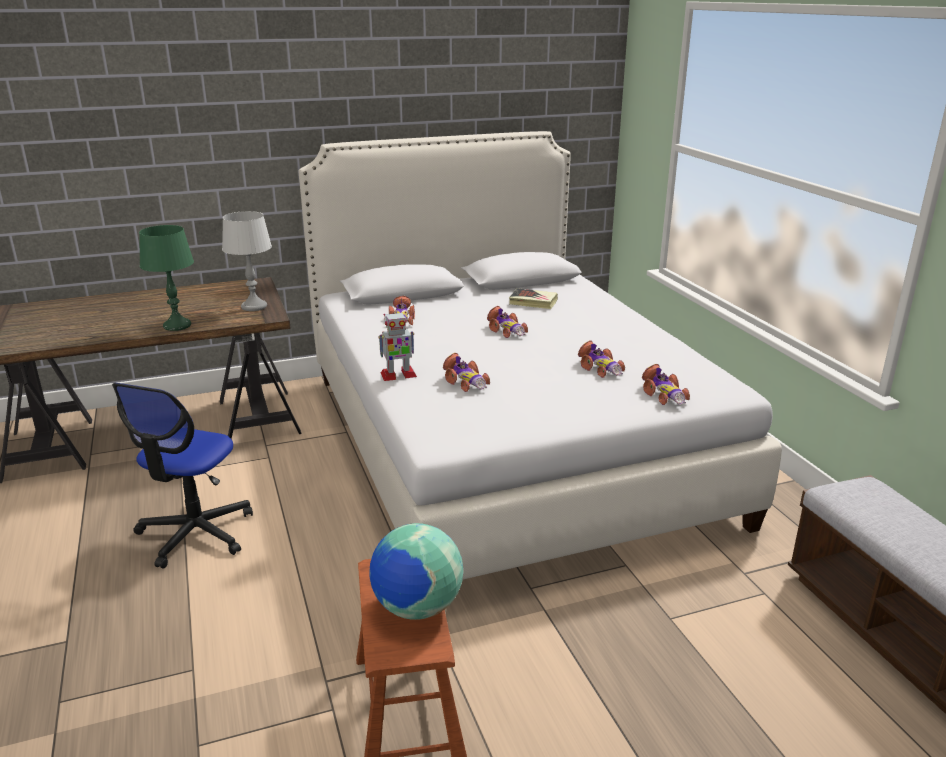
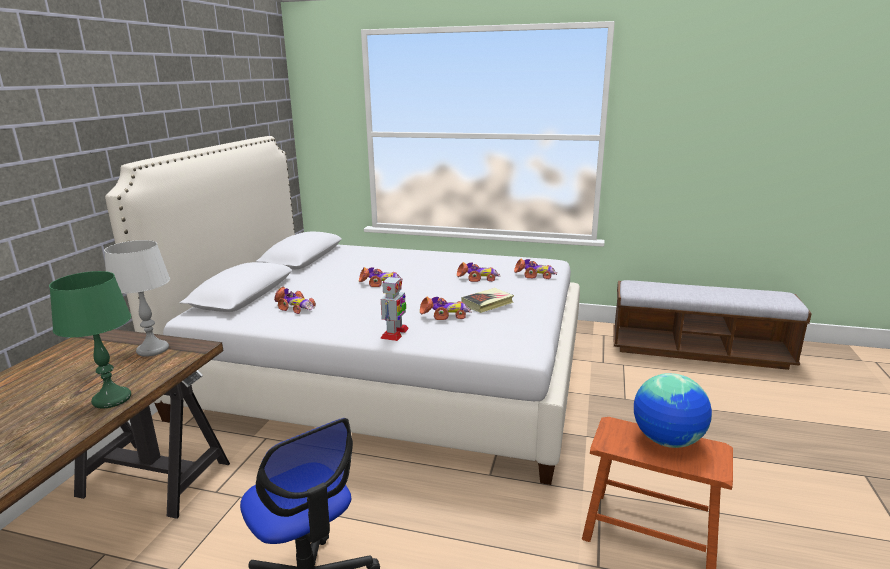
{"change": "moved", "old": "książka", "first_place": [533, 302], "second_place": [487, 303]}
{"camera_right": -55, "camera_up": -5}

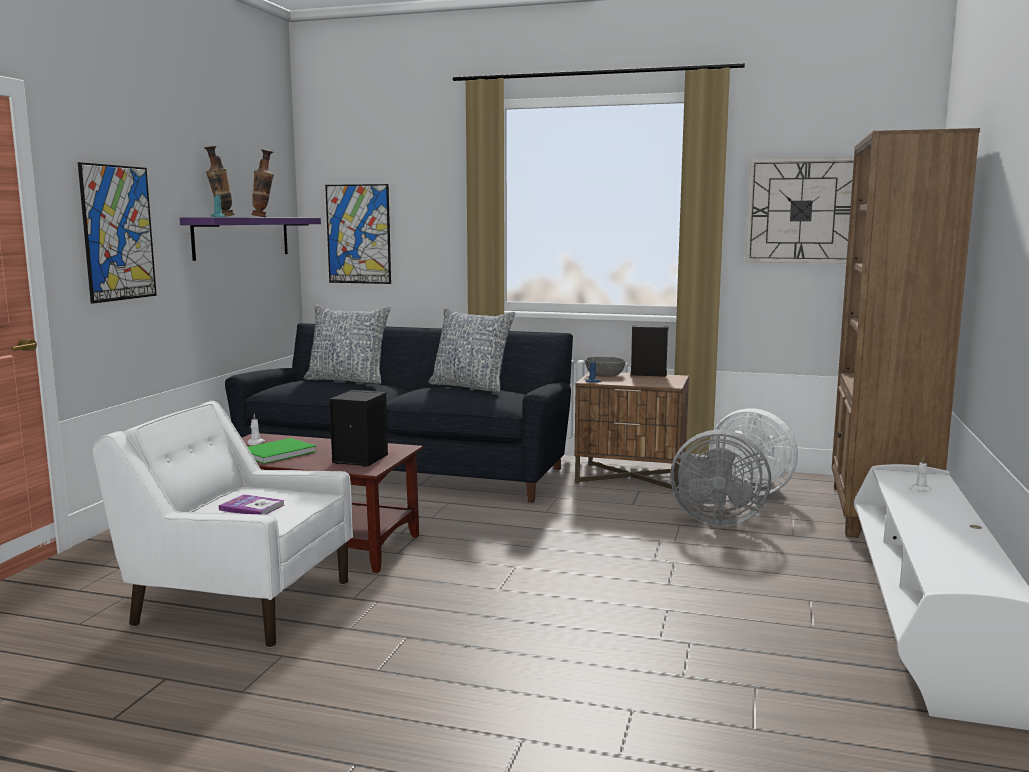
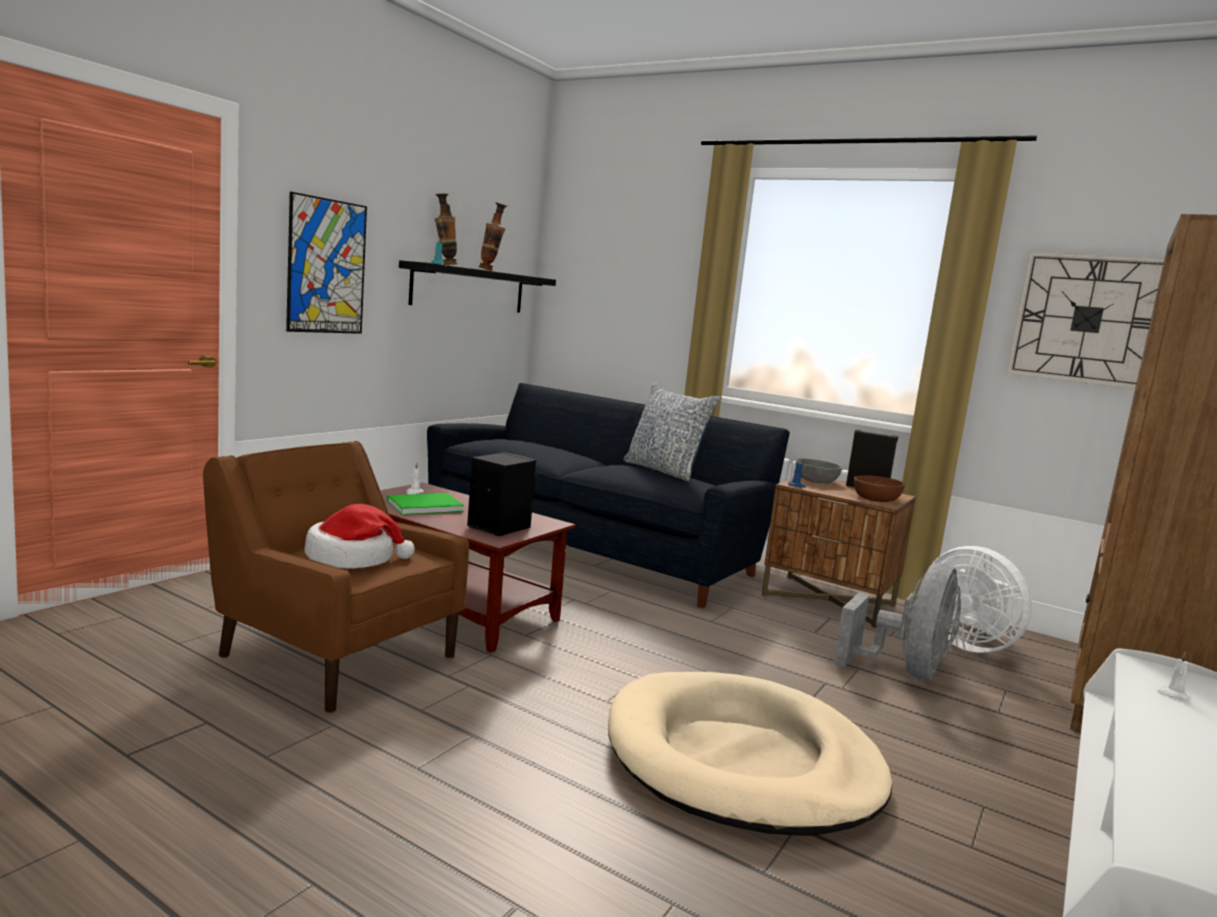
{"change": "recoloured", "old": "fotel/biały", "new": "fotel/brązowy", "first_place": [239, 602], "second_place": [336, 654]}
{"change": "replaced", "old": "książka", "new": "kapelusz", "first_place": [252, 507], "second_place": [353, 558]}
{"change": "recoloured", "old": "półka/fioletowy", "new": "półka/czarny", "first_place": [242, 237], "second_place": [469, 289]}
{"change": "added", "new": "legowisko/beżowy", "second_place": [742, 760]}
{"change": "turned", "old": "wentylator/szary", "first_place": [714, 520], "second_place": [905, 671], "degrees": -90}
{"change": "added", "new": "miska/brązowy", "second_place": [875, 499]}
{"change": "removed", "old": "poduszka", "first_place": [348, 380]}
{"change": "removed", "old": "obraz", "first_place": [358, 234]}
{"camera_right": 15, "camera_up": 0}

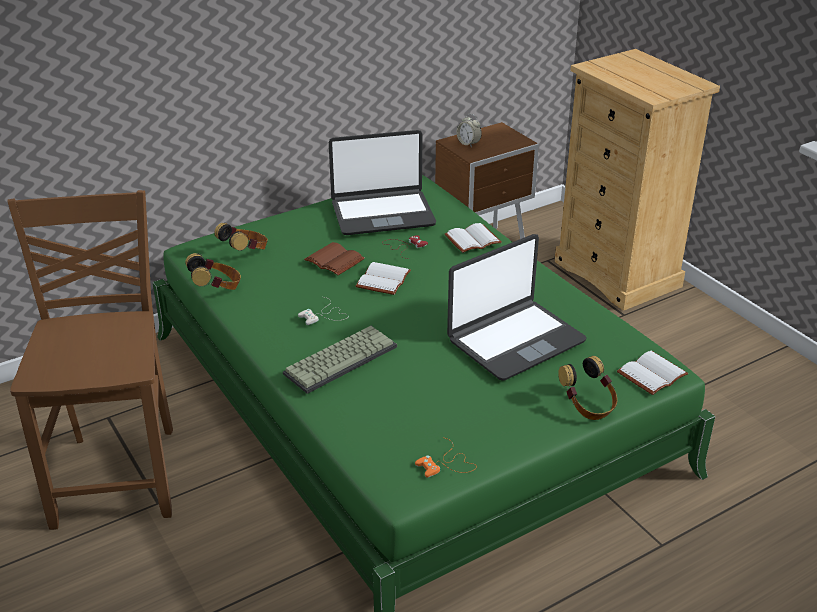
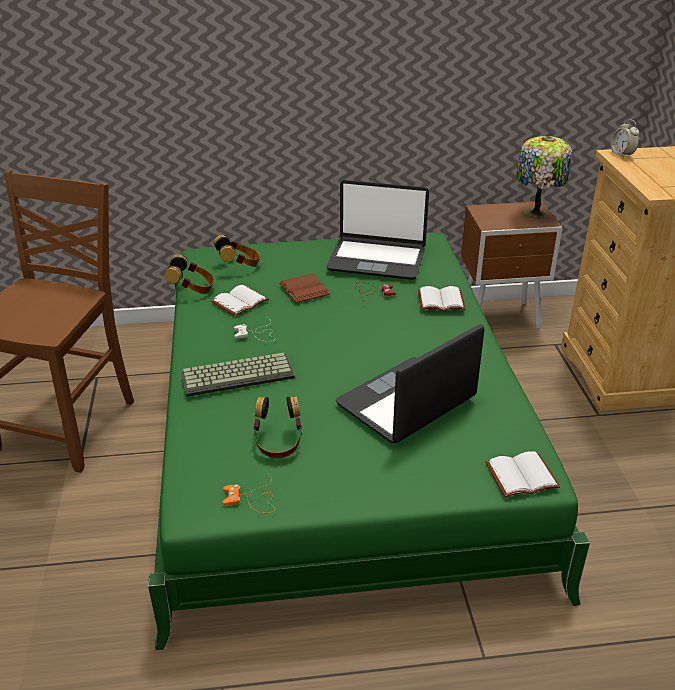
{"change": "moved", "old": "książka/biały", "first_place": [382, 279], "second_place": [240, 301]}
{"change": "moved", "old": "słuchawki", "first_place": [588, 406], "second_place": [278, 443]}
{"change": "turned", "old": "laptop", "first_place": [515, 340], "second_place": [407, 402], "degrees": 150}
{"change": "added", "new": "lampa stołowa", "second_place": [535, 215]}
{"change": "moved", "old": "budzik", "first_place": [468, 143], "second_place": [622, 154]}
{"camera_right": 25, "camera_up": 0}

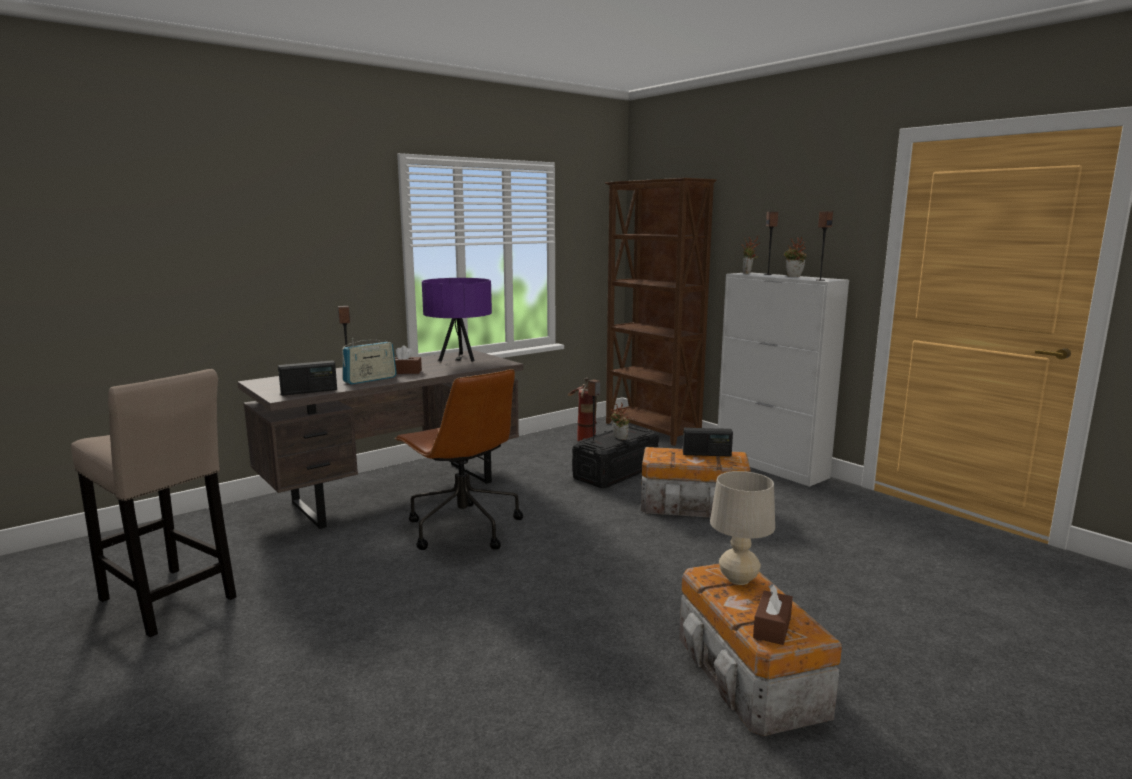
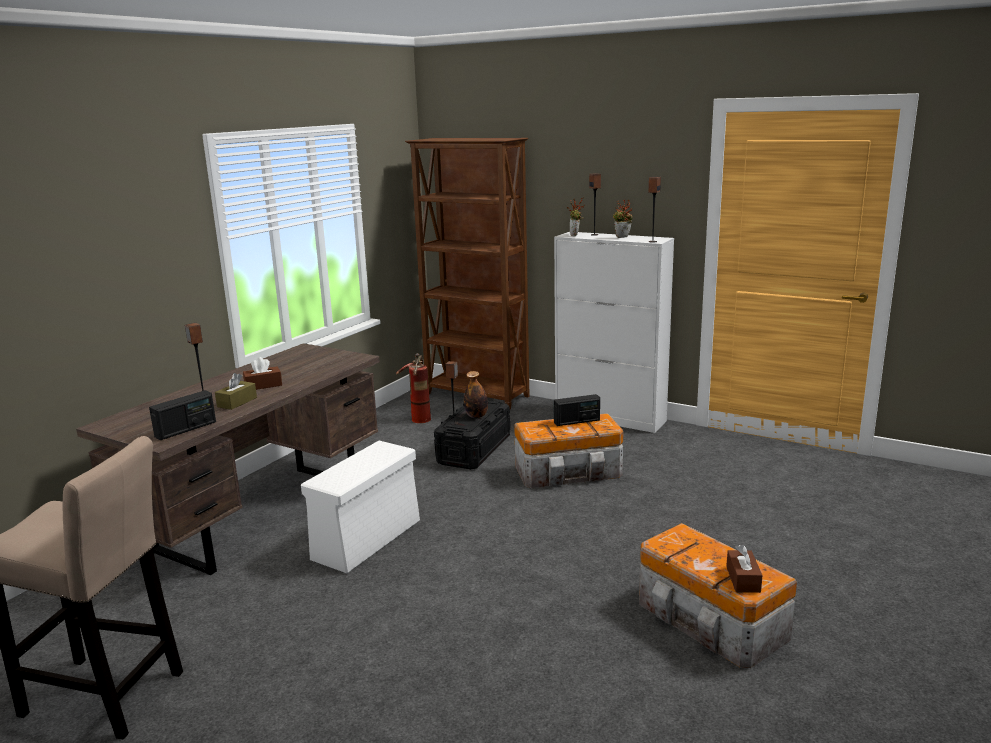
{"change": "replaced", "old": "radio", "new": "pudełko chusteczek/brązowy", "first_place": [370, 380], "second_place": [237, 402]}
{"change": "replaced", "old": "krzesło biurowe/brązowy", "new": "pojemnik do przechowywania/biały", "first_place": [462, 528], "second_place": [366, 541]}
{"change": "replaced", "old": "roślina doniczkowa", "new": "butelka", "first_place": [618, 438], "second_place": [476, 416]}
{"change": "removed", "old": "lampa stołowa/fioletowy", "first_place": [459, 358]}
{"change": "removed", "old": "lampa stołowa/beżowy", "first_place": [738, 579]}
{"camera_right": -20, "camera_up": 5}

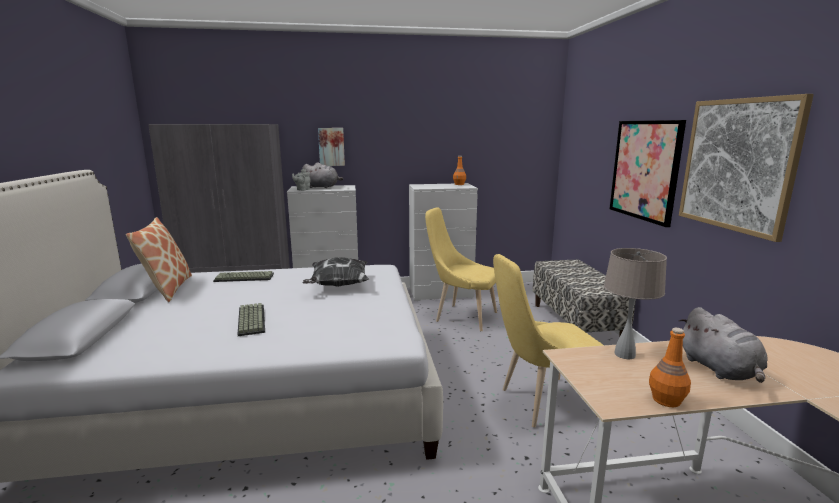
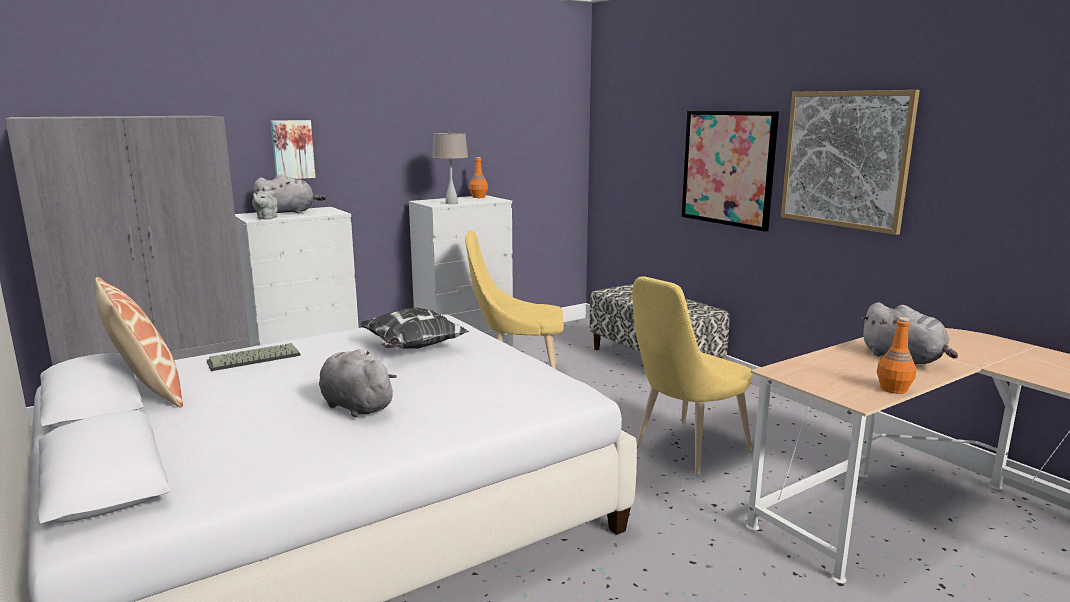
{"change": "replaced", "old": "klawiatura", "new": "pluszak/szary", "first_place": [250, 320], "second_place": [355, 406]}
{"change": "moved", "old": "lampa stołowa/beżowy", "first_place": [624, 354], "second_place": [451, 203]}
{"camera_right": -25, "camera_up": 0}

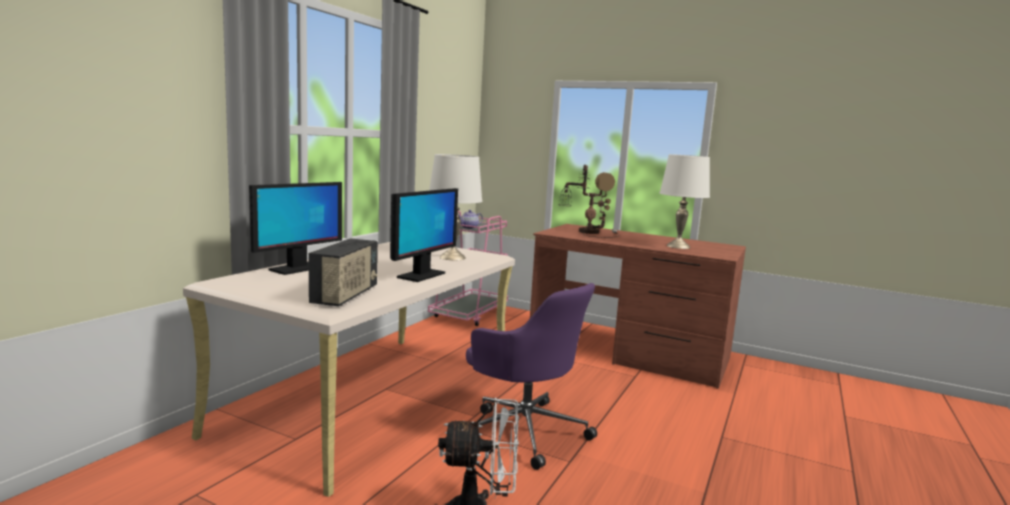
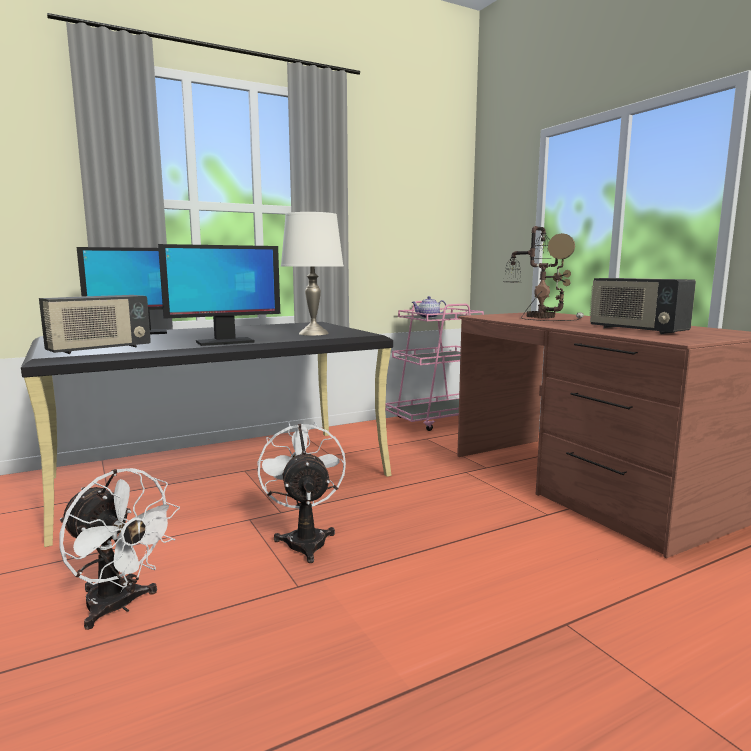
{"change": "recoloured", "old": "biurko/beżowy", "new": "biurko/czarny", "first_place": [375, 398], "second_place": [222, 476]}
{"change": "replaced", "old": "krzesło biurowe/fioletowy", "new": "wentylator/biały", "first_place": [524, 430], "second_place": [305, 539]}
{"change": "replaced", "old": "lampa stołowa/biały", "new": "radio", "first_place": [678, 246], "second_place": [636, 330]}
{"camera_right": 35, "camera_up": 0}

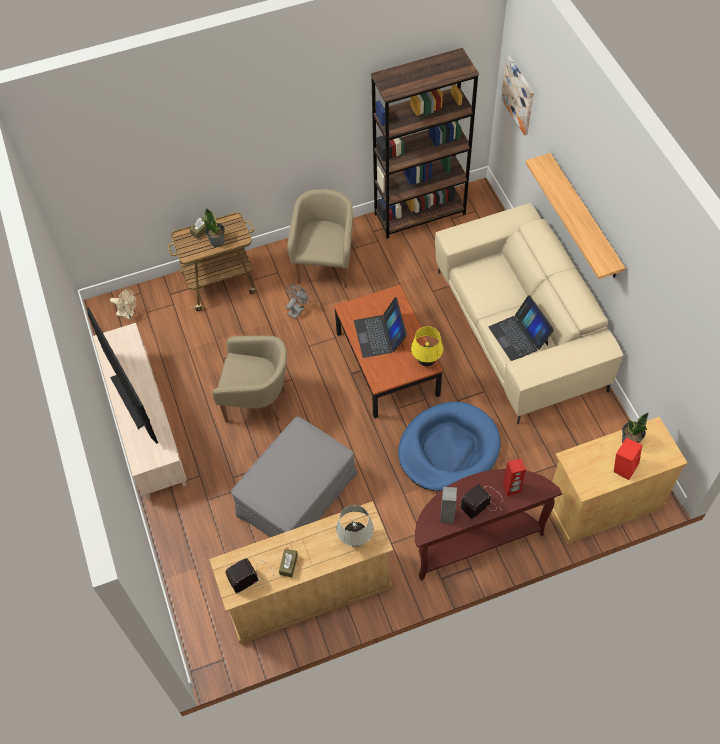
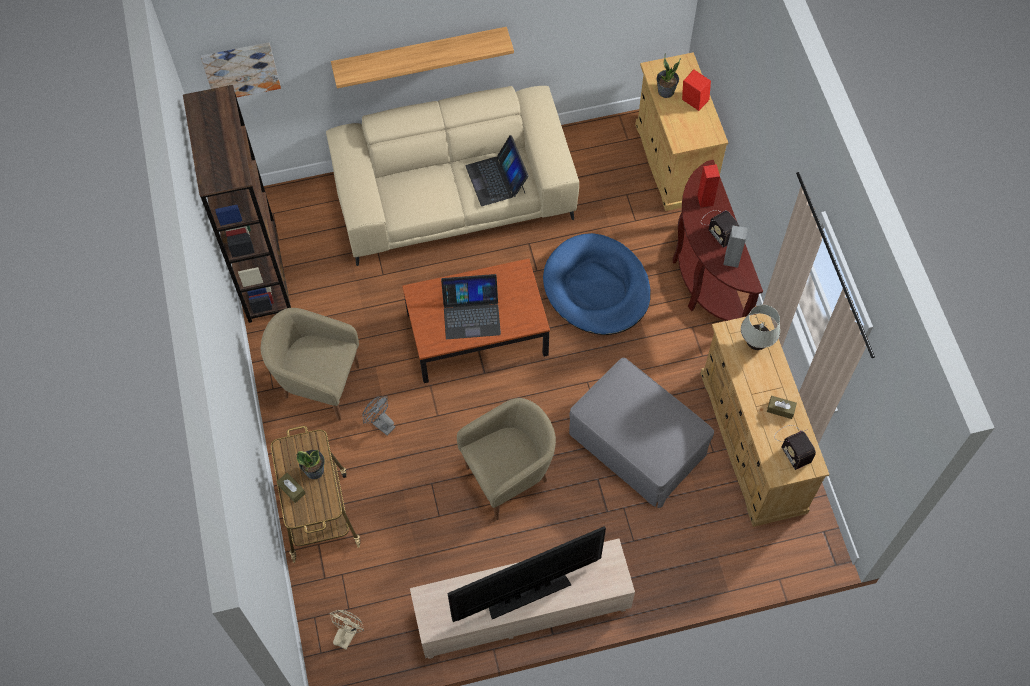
{"change": "turned", "old": "fotel/beżowy", "first_place": [258, 403], "second_place": [510, 478], "degrees": 45}
{"change": "turned", "old": "laptop", "first_place": [519, 336], "second_place": [496, 179], "degrees": 90}
{"change": "removed", "old": "lampa stołowa/żółty", "first_place": [426, 362]}
{"camera_right": -85, "camera_up": 5}

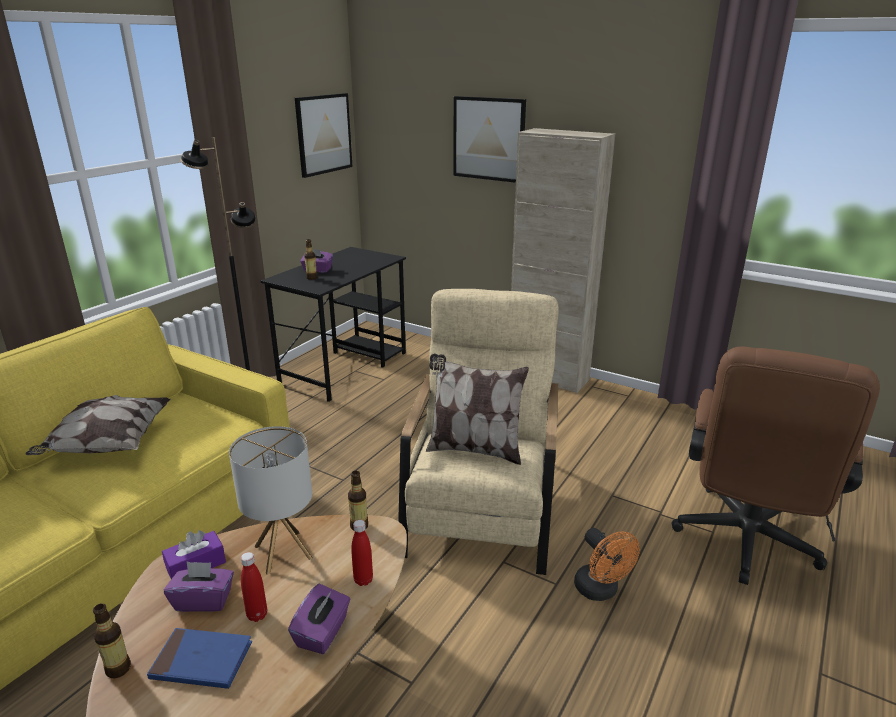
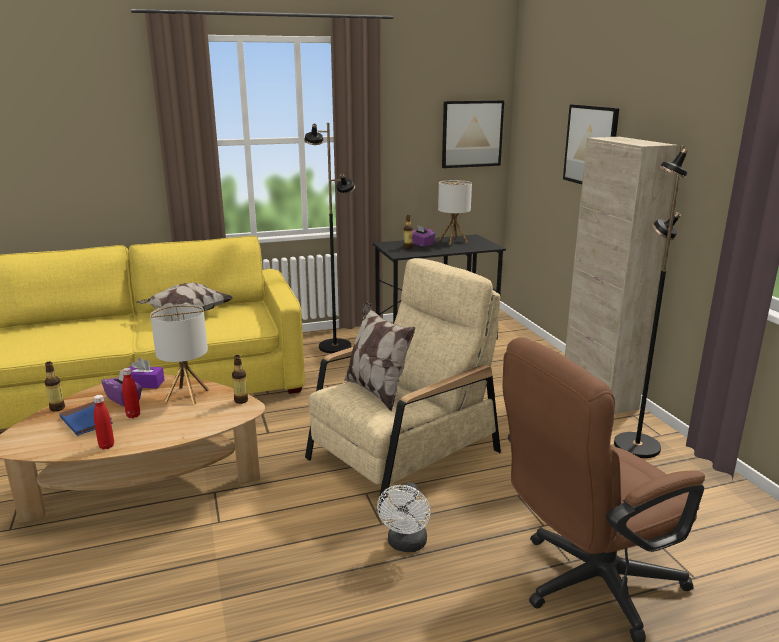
{"change": "moved", "old": "butelka/czerwony", "first_place": [363, 580], "second_place": [106, 446]}
{"change": "recoloured", "old": "wentylator/pomarańczowy", "new": "wentylator/biały", "first_place": [600, 591], "second_place": [406, 545]}
{"change": "added", "new": "lampa stołowa", "second_place": [453, 241]}
{"change": "added", "new": "lampa stojąca/czarny", "second_place": [635, 446]}
{"change": "removed", "old": "pudełko chusteczek/fioletowy", "first_place": [323, 633]}
{"camera_right": 40, "camera_up": -5}

